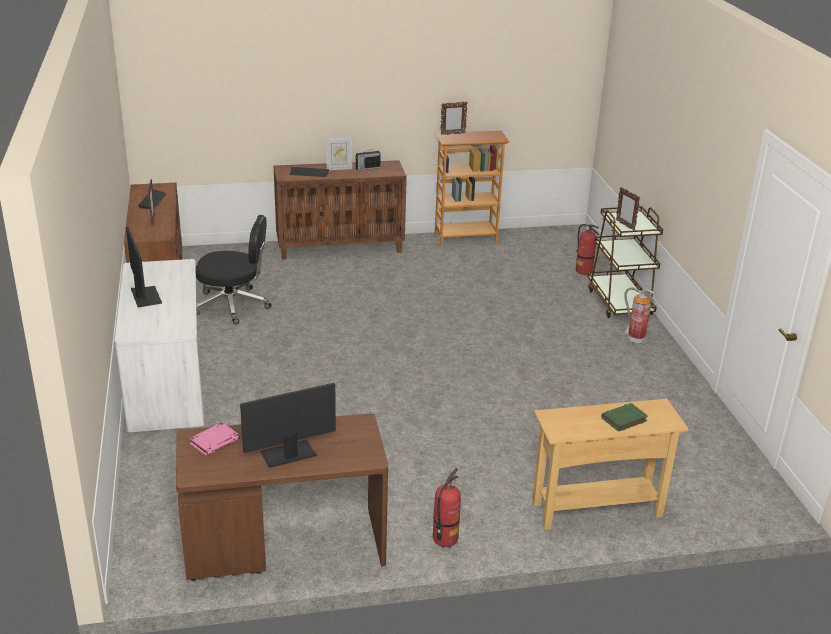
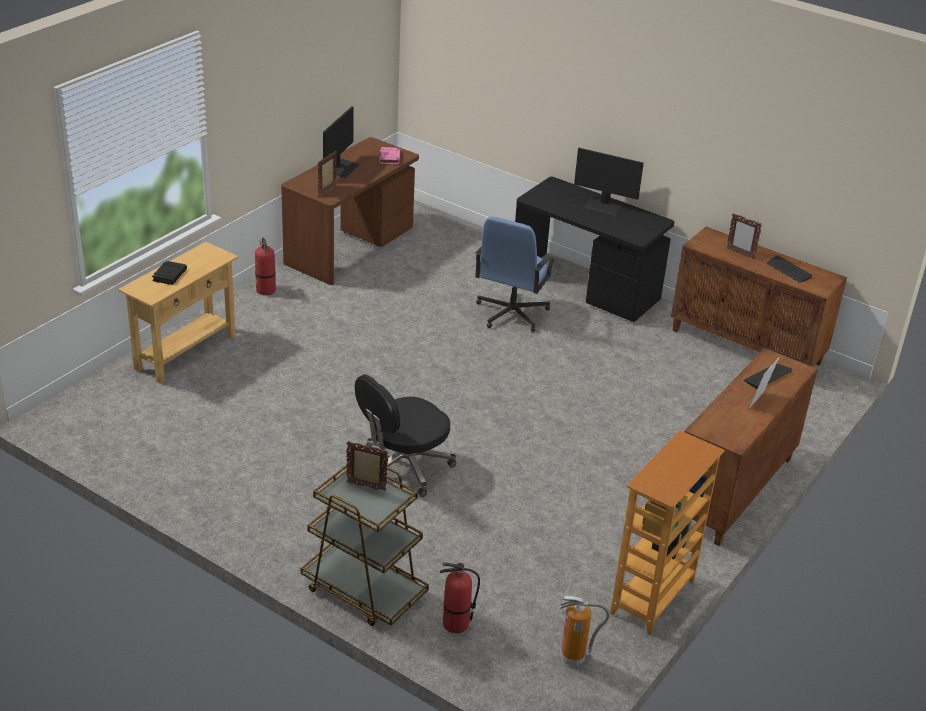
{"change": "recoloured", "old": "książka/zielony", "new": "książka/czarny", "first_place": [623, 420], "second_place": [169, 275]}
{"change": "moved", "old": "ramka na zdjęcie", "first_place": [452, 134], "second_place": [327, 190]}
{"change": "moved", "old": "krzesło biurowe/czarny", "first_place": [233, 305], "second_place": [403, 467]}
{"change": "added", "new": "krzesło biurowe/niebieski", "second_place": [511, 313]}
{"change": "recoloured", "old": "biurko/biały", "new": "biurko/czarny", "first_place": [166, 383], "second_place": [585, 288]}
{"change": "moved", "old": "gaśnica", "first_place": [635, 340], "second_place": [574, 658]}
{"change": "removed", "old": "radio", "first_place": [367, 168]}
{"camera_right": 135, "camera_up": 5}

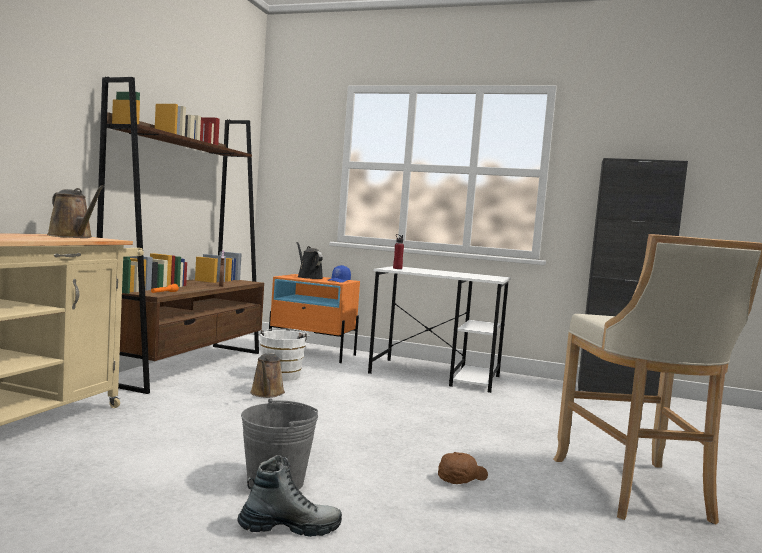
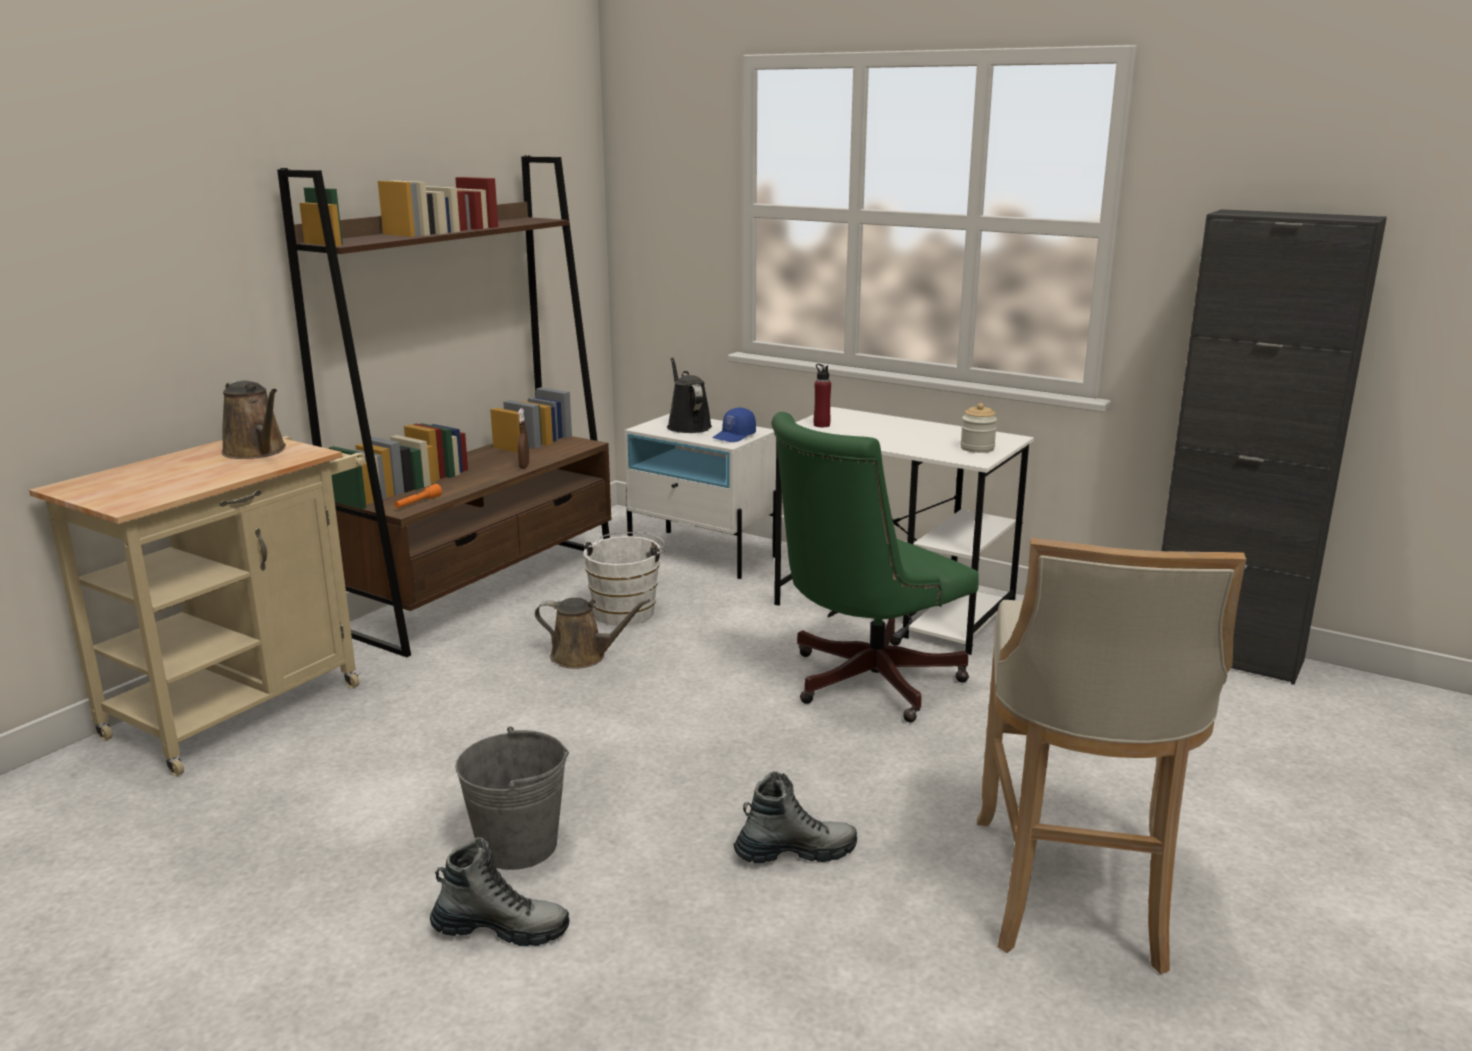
{"change": "turned", "old": "konewka/brązowy", "first_place": [267, 393], "second_place": [583, 657], "degrees": -90}
{"change": "recoloured", "old": "szafka nocna/pomarańczowy", "new": "szafka nocna/biały", "first_place": [312, 353], "second_place": [702, 554]}
{"change": "replaced", "old": "czapka z daszkiem/brązowy", "new": "but z cholewką", "first_place": [461, 478], "second_place": [795, 852]}
{"change": "added", "new": "krzesło biurowe/zielony", "second_place": [863, 683]}
{"change": "added", "new": "słoik", "second_place": [977, 448]}
{"camera_right": 15, "camera_up": 15}

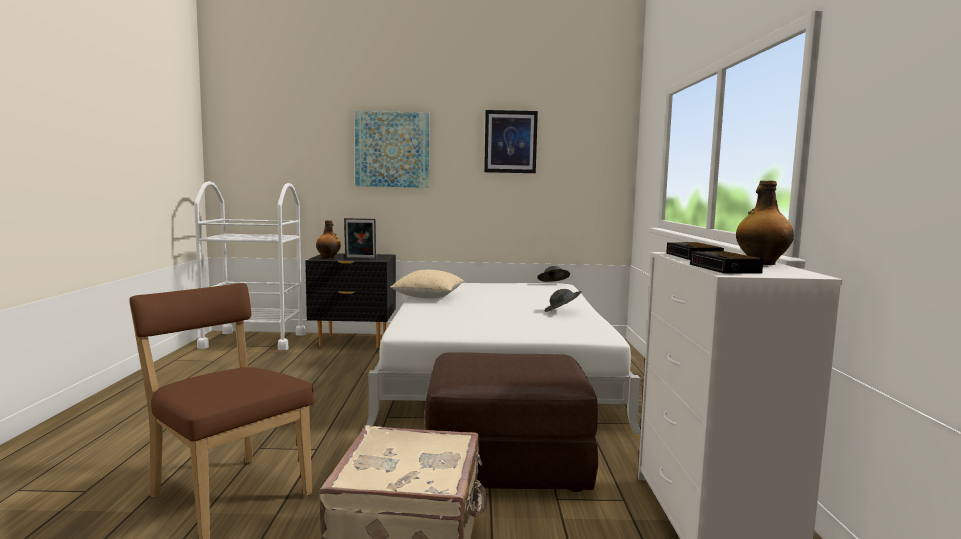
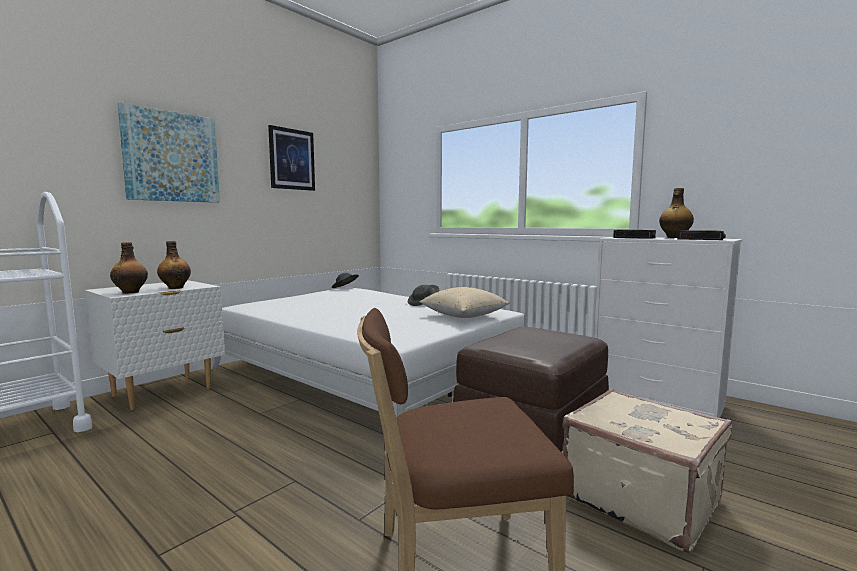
{"change": "recoloured", "old": "szafka nocna/czarny", "new": "szafka nocna/biały", "first_place": [353, 342], "second_place": [163, 392]}
{"change": "replaced", "old": "ramka na zdjęcie", "new": "butelka", "first_place": [360, 259], "second_place": [175, 287]}
{"change": "moved", "old": "poduszka/beżowy", "first_place": [428, 297], "second_place": [464, 316]}
{"camera_right": -50, "camera_up": 0}

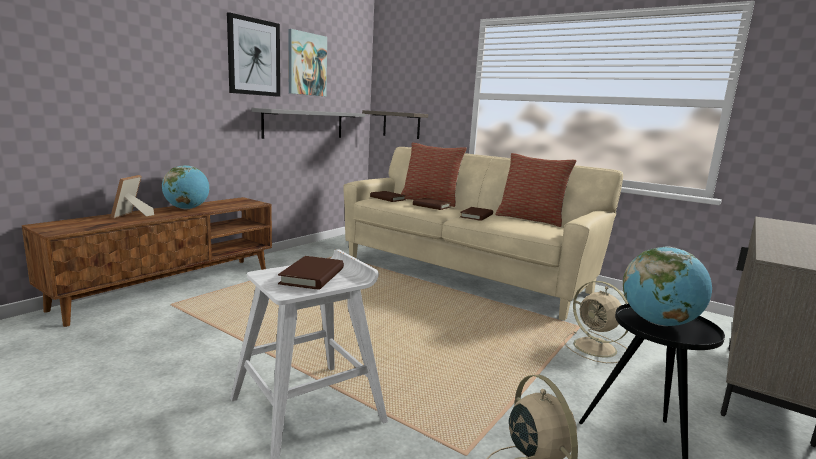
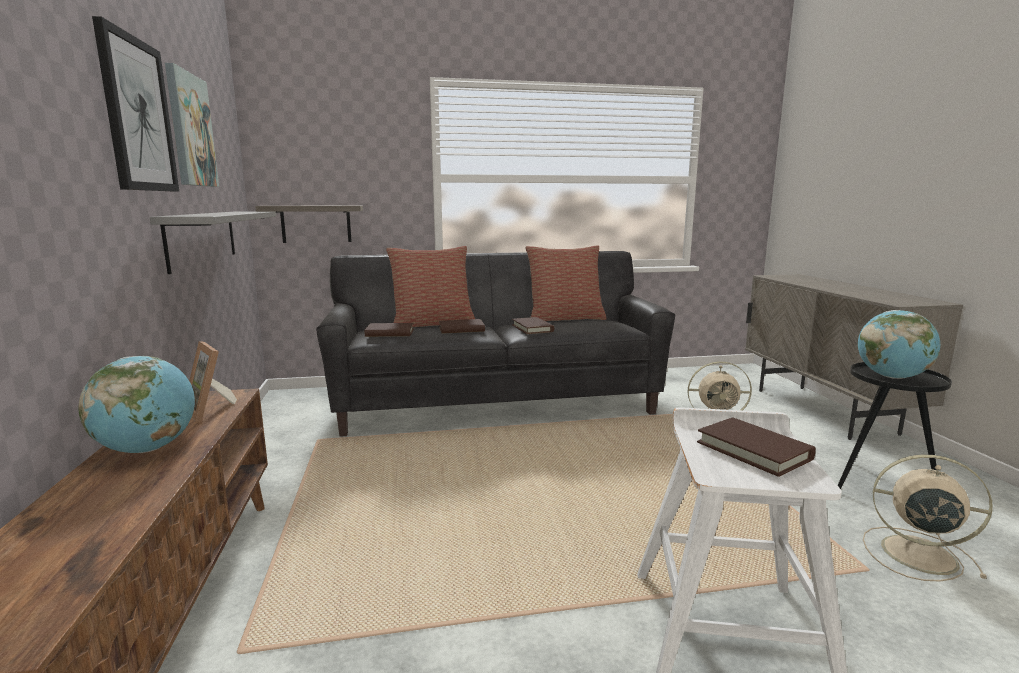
{"change": "moved", "old": "ramka na zdjęcie", "first_place": [132, 215], "second_place": [212, 410]}
{"change": "recoloured", "old": "kanapa/beżowy", "new": "kanapa/czarny", "first_place": [463, 273], "second_place": [496, 404]}
{"camera_right": -45, "camera_up": 0}

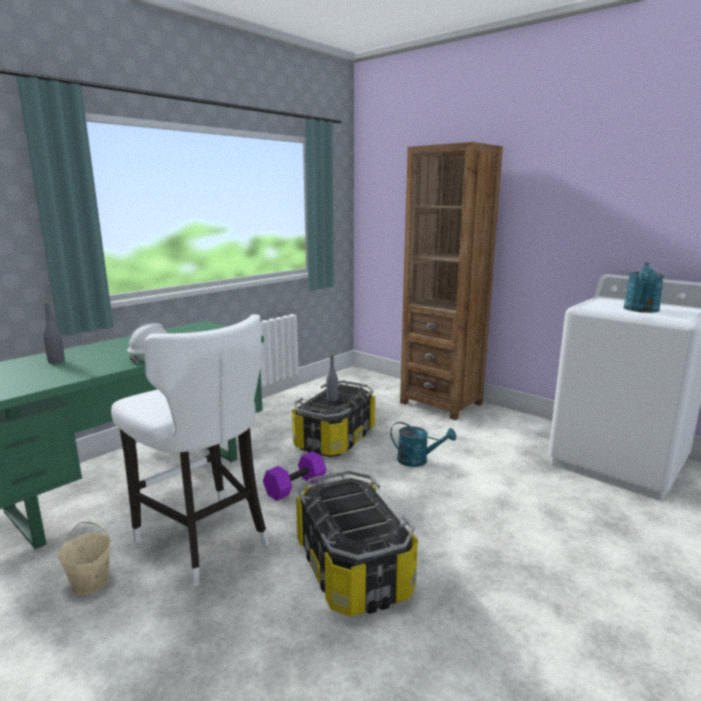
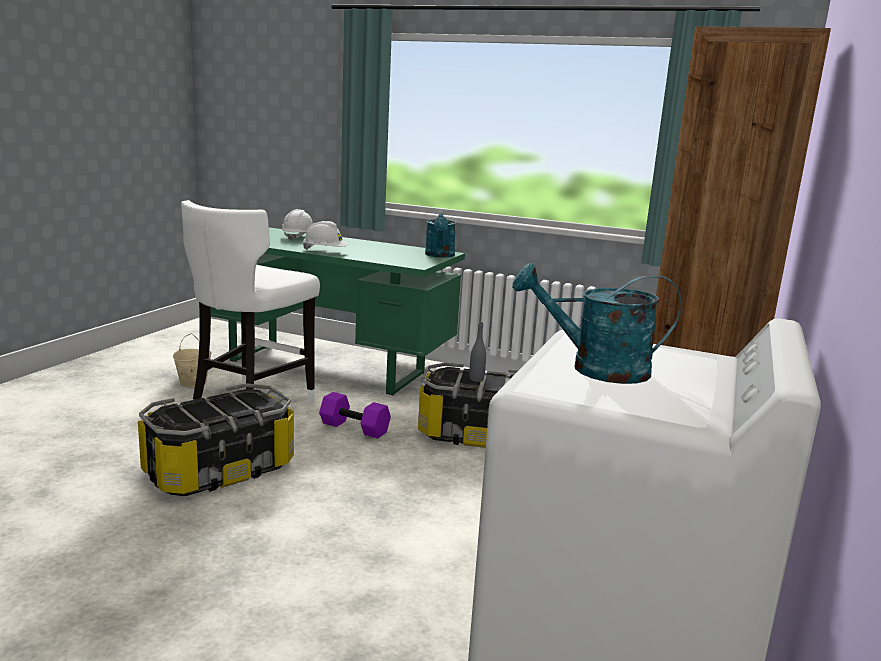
{"change": "replaced", "old": "butelka/szary", "new": "kask/biały", "first_place": [56, 362], "second_place": [298, 238]}
{"change": "moved", "old": "konewka/turkusowy", "first_place": [418, 460], "second_place": [440, 255]}
{"camera_right": 70, "camera_up": 0}

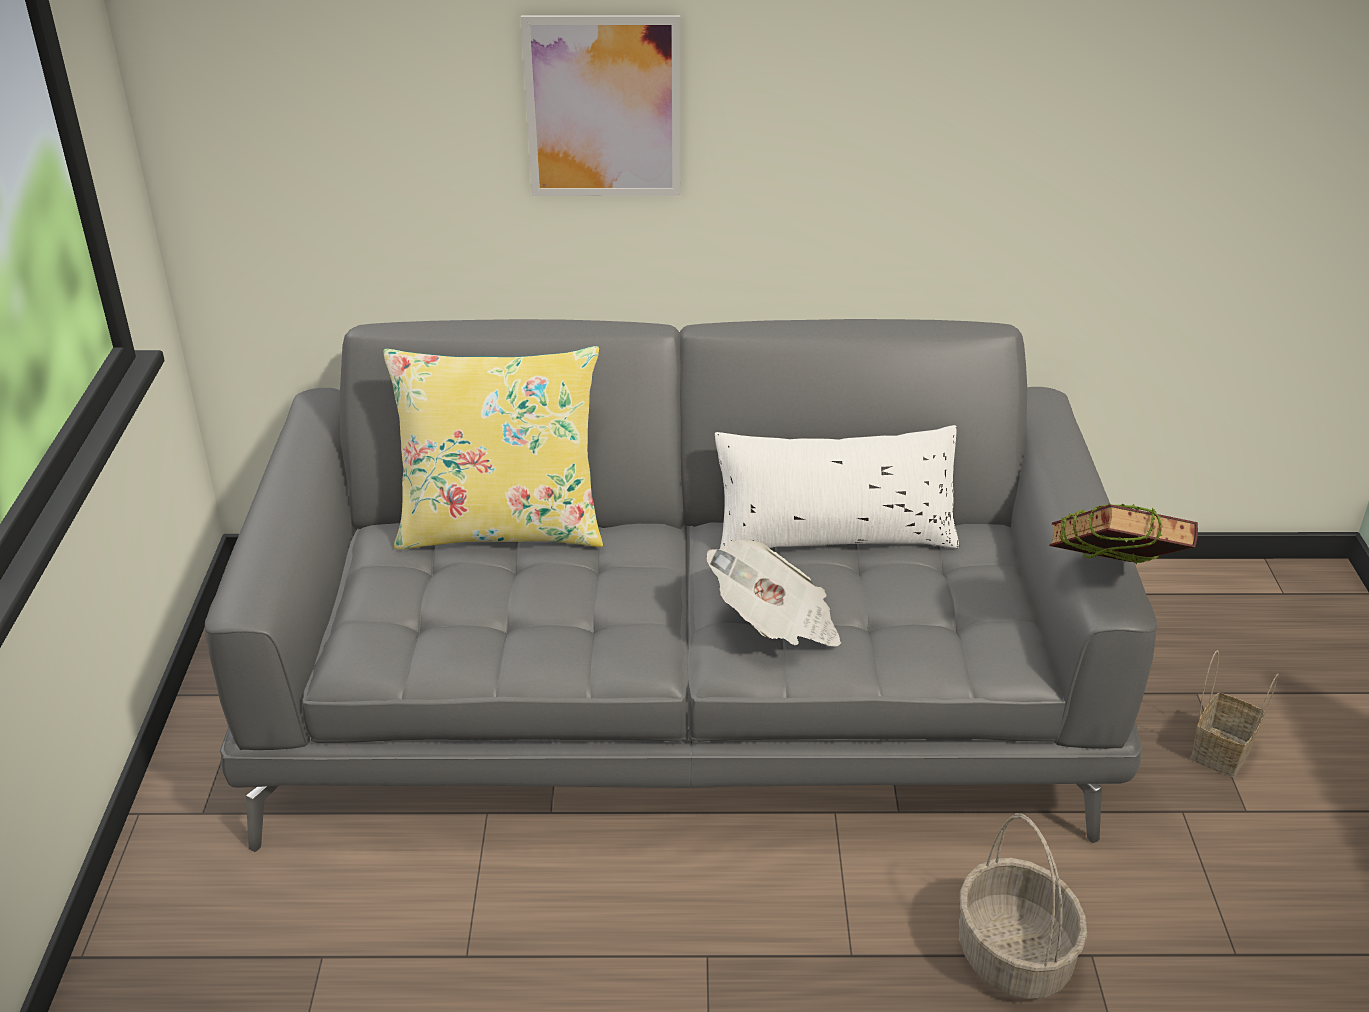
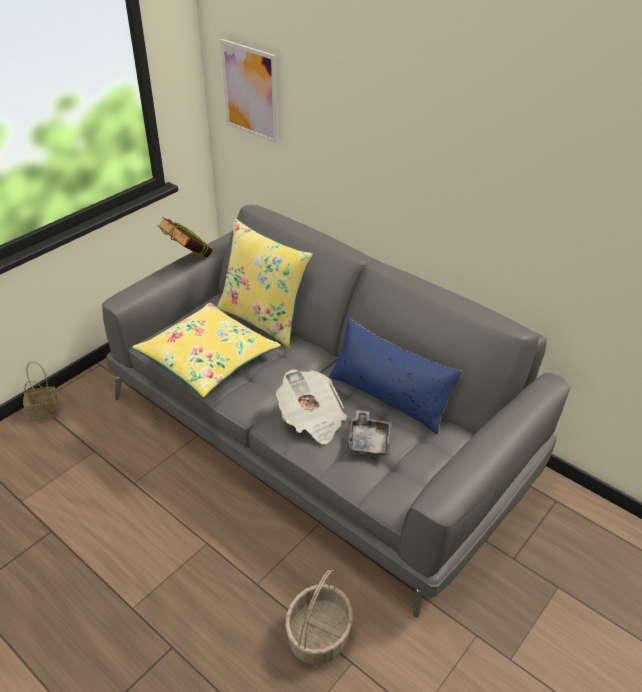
{"change": "moved", "old": "koszyk", "first_place": [1221, 749], "second_place": [45, 410]}
{"change": "added", "new": "poduszka/żółty", "second_place": [208, 359]}
{"change": "moved", "old": "książka", "first_place": [1110, 584], "second_place": [188, 259]}
{"change": "moved", "old": "obraz", "first_place": [603, 107], "second_place": [250, 91]}
{"change": "recoloured", "old": "poduszka/biały", "new": "poduszka/niebieski", "first_place": [834, 534], "second_place": [389, 395]}
{"change": "added", "new": "taca/szary", "second_place": [369, 440]}
{"camera_right": 40, "camera_up": 5}

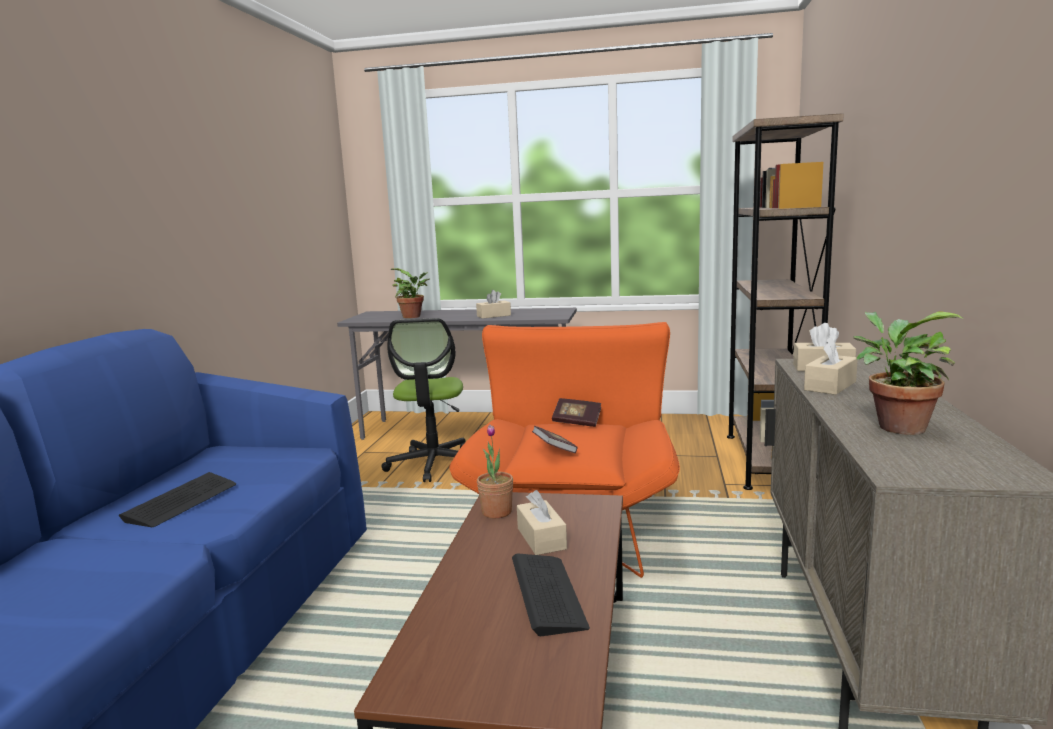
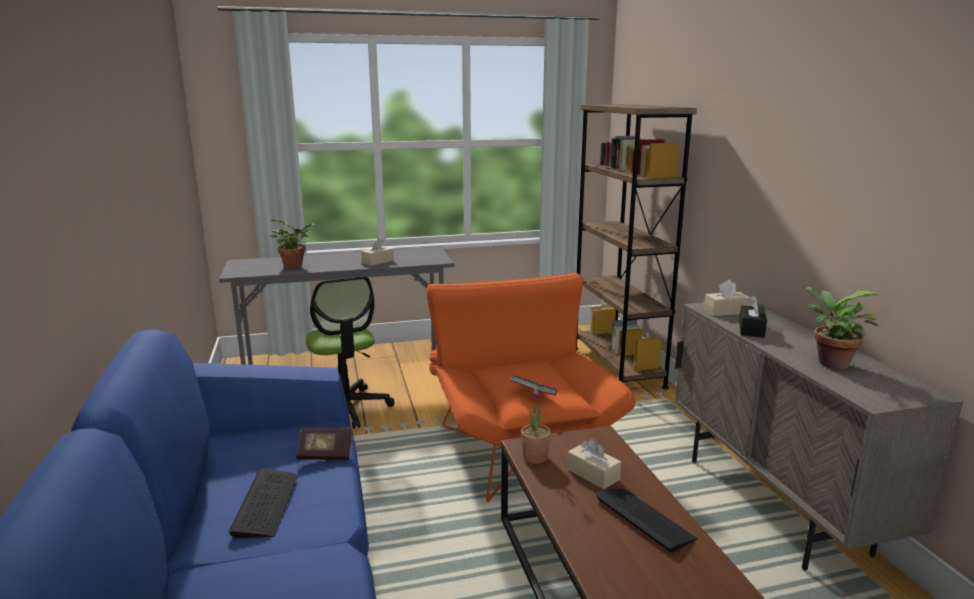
{"change": "moved", "old": "książka", "first_place": [577, 422], "second_place": [325, 454]}
{"change": "recoloured", "old": "pudełko chusteczek/beżowy", "new": "pudełko chusteczek/czarny", "first_place": [830, 386], "second_place": [751, 329]}
{"camera_right": -25, "camera_up": 5}

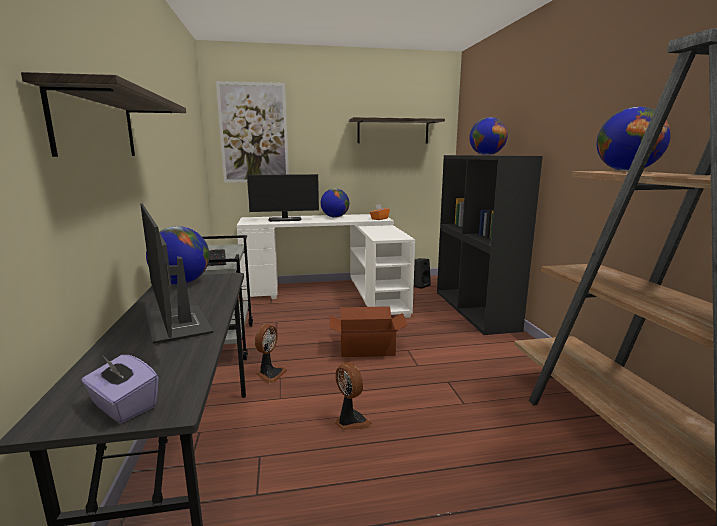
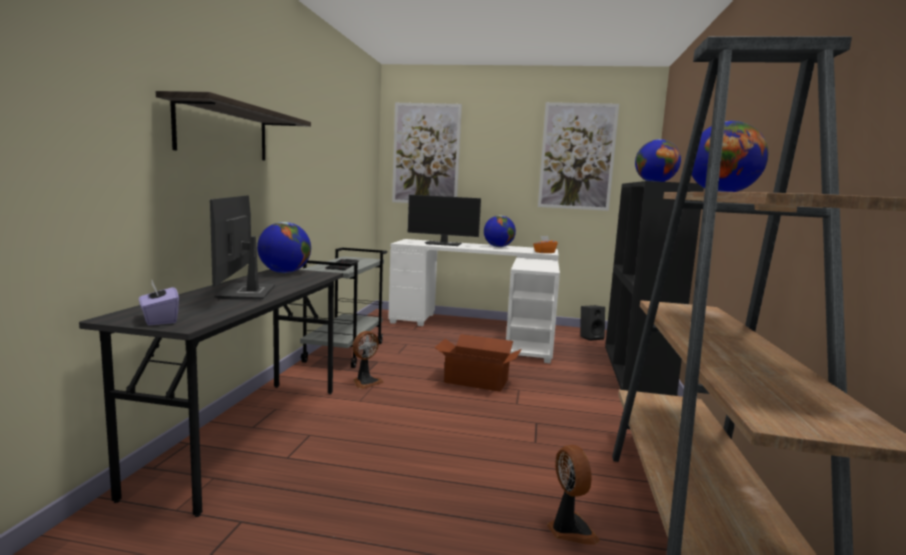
{"change": "replaced", "old": "półka", "new": "obraz", "first_place": [393, 131], "second_place": [577, 156]}
{"change": "moved", "old": "wentylator", "first_place": [350, 421], "second_place": [569, 530]}
{"camera_right": 20, "camera_up": -5}

